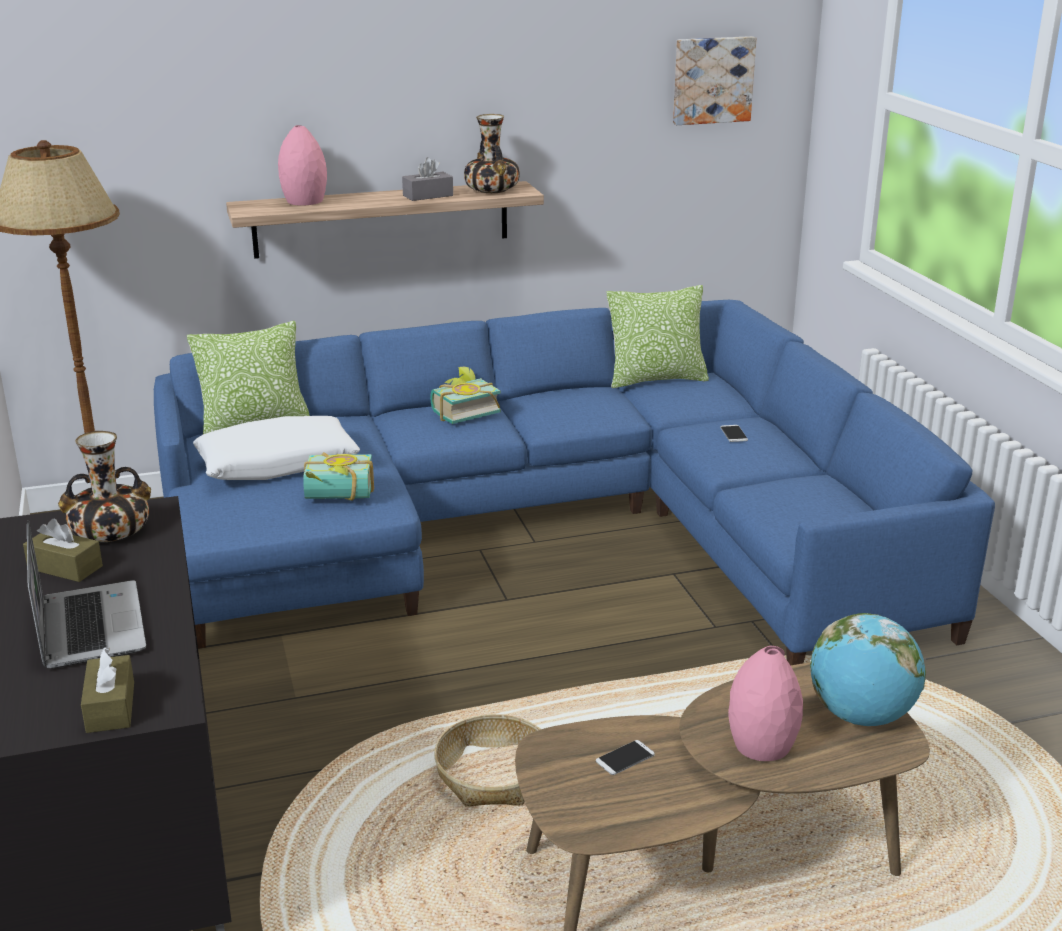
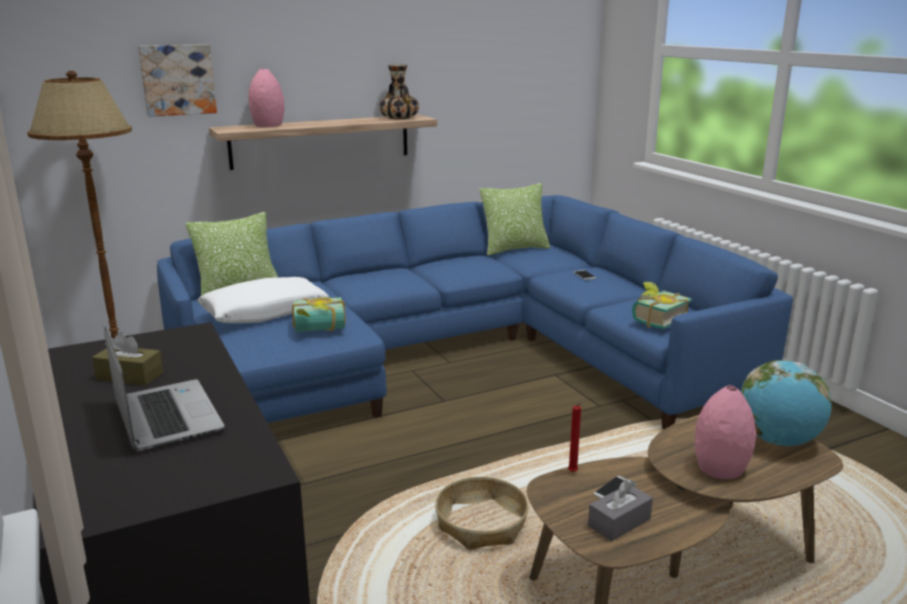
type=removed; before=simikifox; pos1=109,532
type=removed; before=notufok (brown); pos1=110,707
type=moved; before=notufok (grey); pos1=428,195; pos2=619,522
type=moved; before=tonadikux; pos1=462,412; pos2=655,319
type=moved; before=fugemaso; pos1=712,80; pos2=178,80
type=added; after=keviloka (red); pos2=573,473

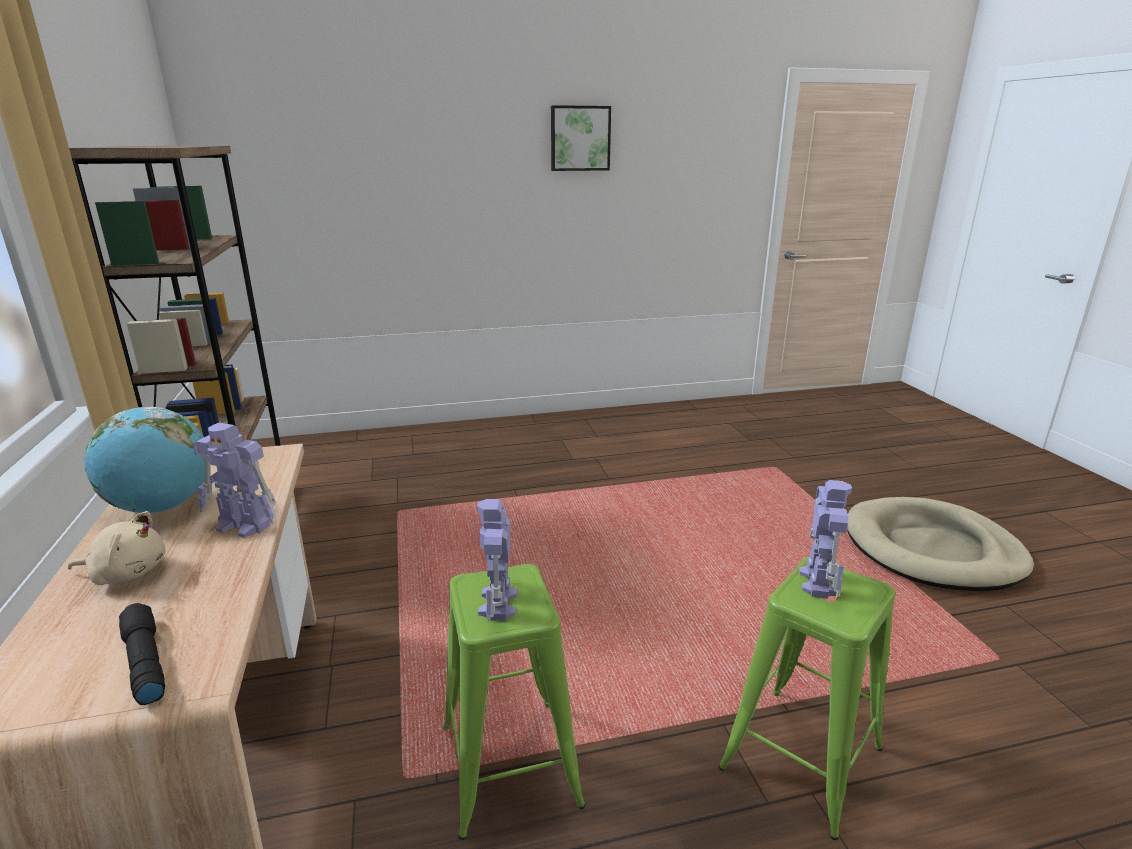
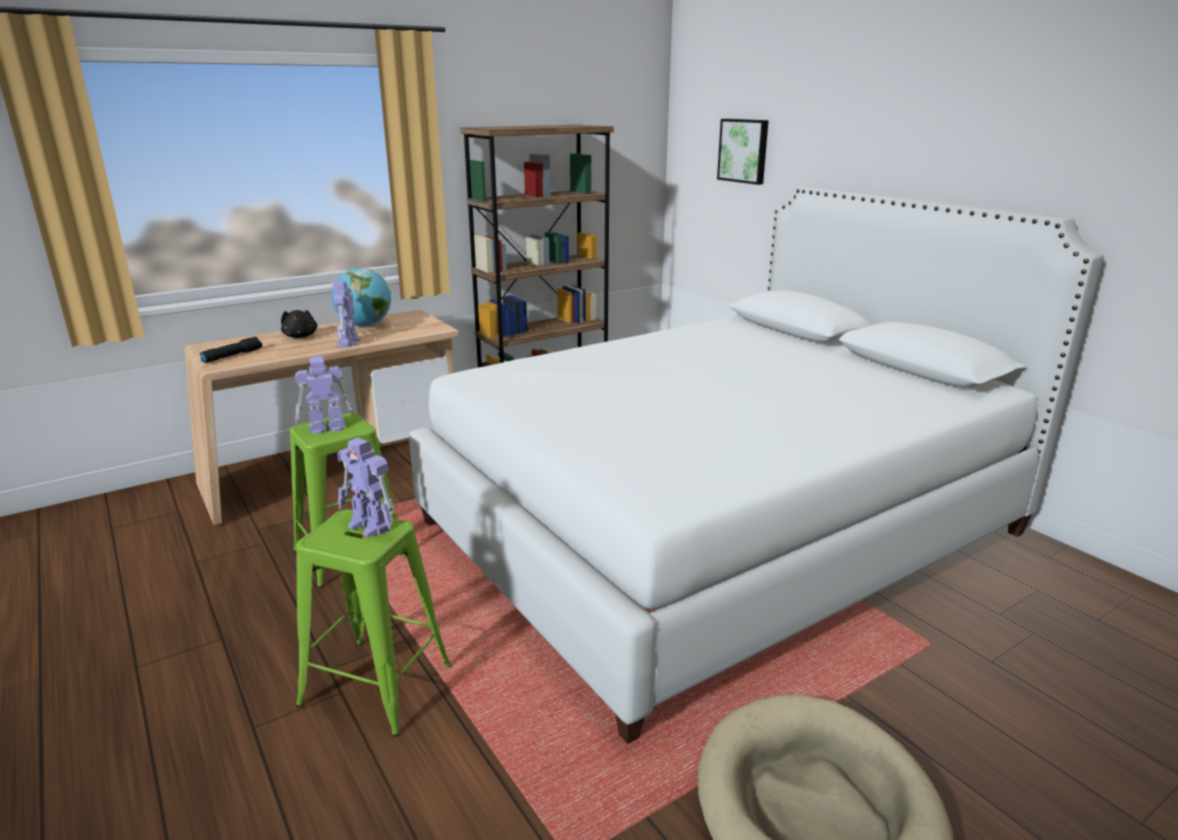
type=recoloured; before=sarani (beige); after=sarani (black); pos1=127,573; pos2=300,336
type=moved; before=fugemaso; pos1=580,138; pos2=744,151
type=turned; before=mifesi; pos1=818,581; pos2=371,526; turn=45
type=added; after=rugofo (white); pos2=720,528

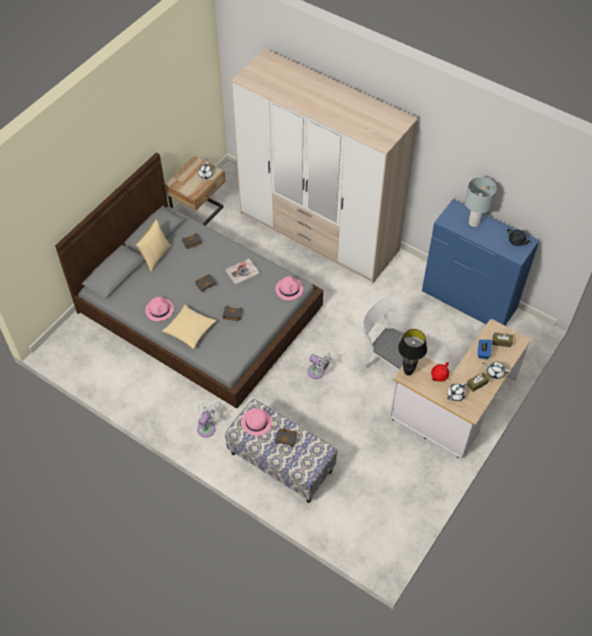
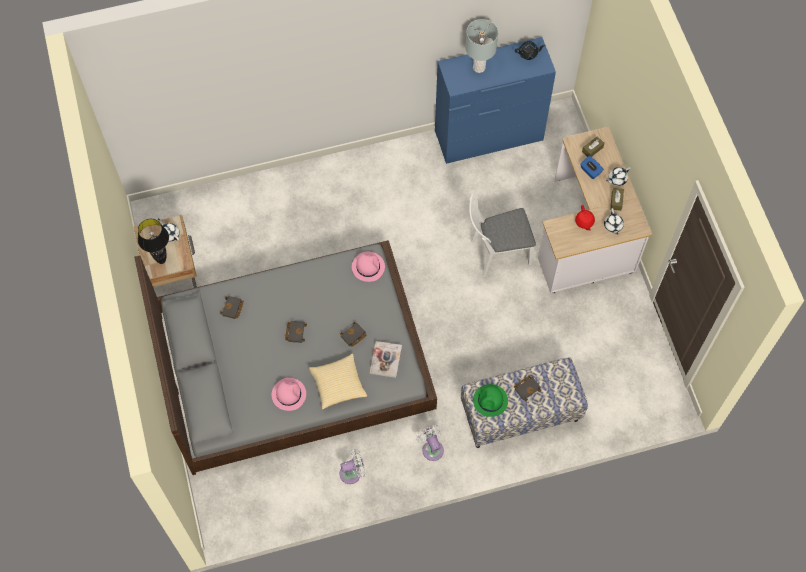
type=removed; before=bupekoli; pos1=155,256
type=moved; before=tonadikux; pos1=242,272; pos2=385,359
type=removed; before=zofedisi; pos1=318,232
type=recoloured; before=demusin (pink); after=demusin (green); pos1=256,422; pos2=490,401
type=moved; before=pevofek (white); pos1=318,372; pos2=352,473
type=moved; before=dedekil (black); pos1=408,372; pos2=161,260

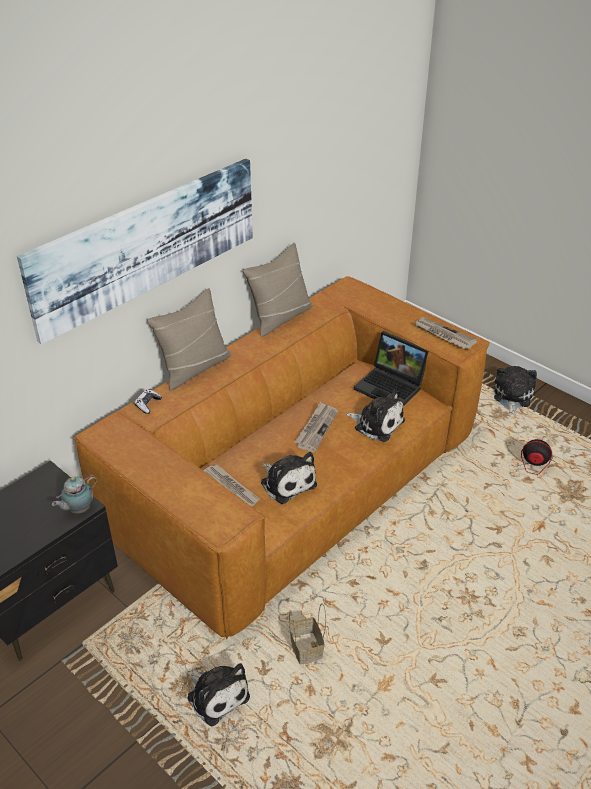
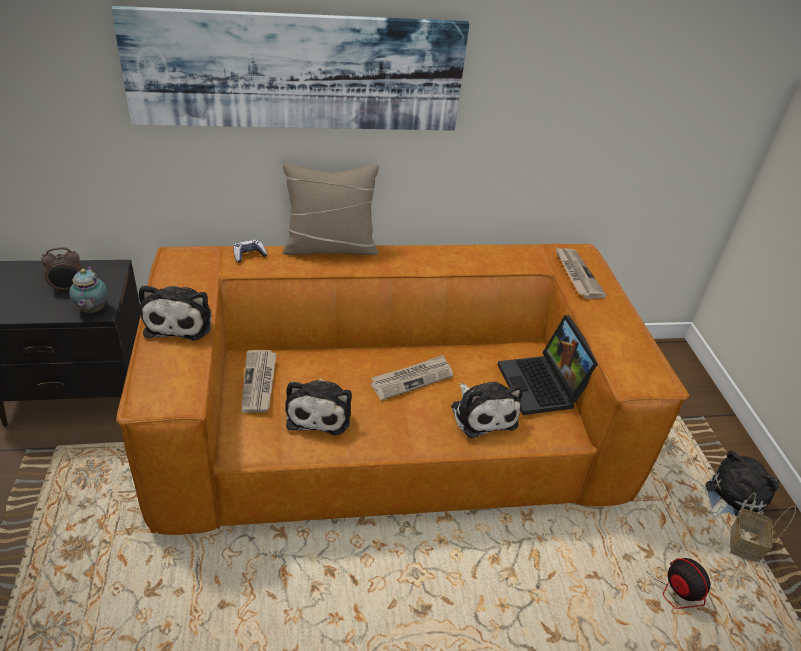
type=turned; before=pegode; pos1=78,509; pos2=92,310; turn=-90
type=moved; before=sarani; pos1=216,694; pos2=180,321
type=removed; before=bupekoli (beige); pos1=280,318
type=moved; before=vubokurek; pos1=307,649; pos2=745,545
type=moved; before=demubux; pos1=443,335; pos2=577,274
type=added; after=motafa; pos2=68,288

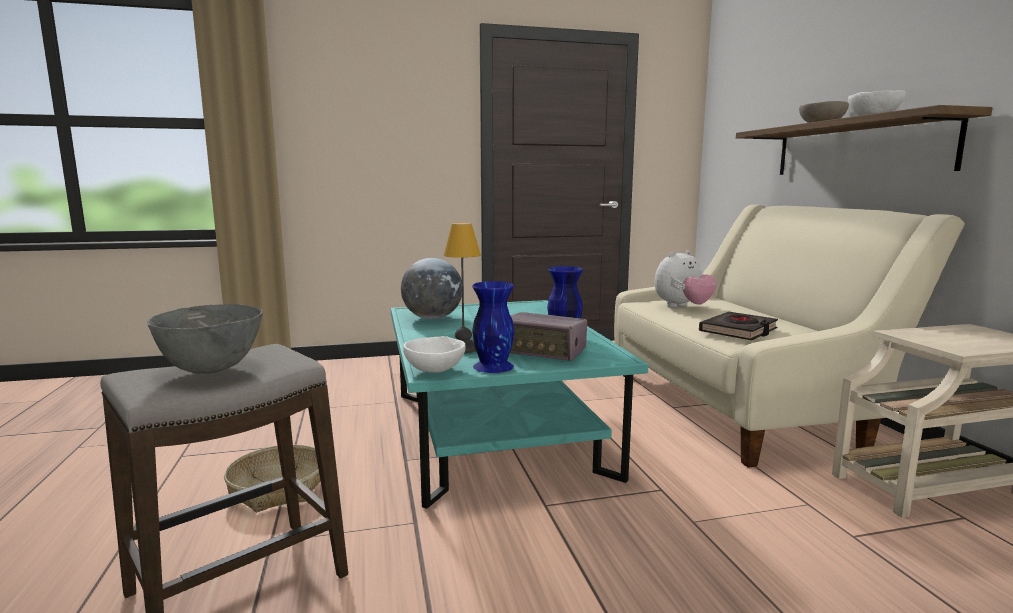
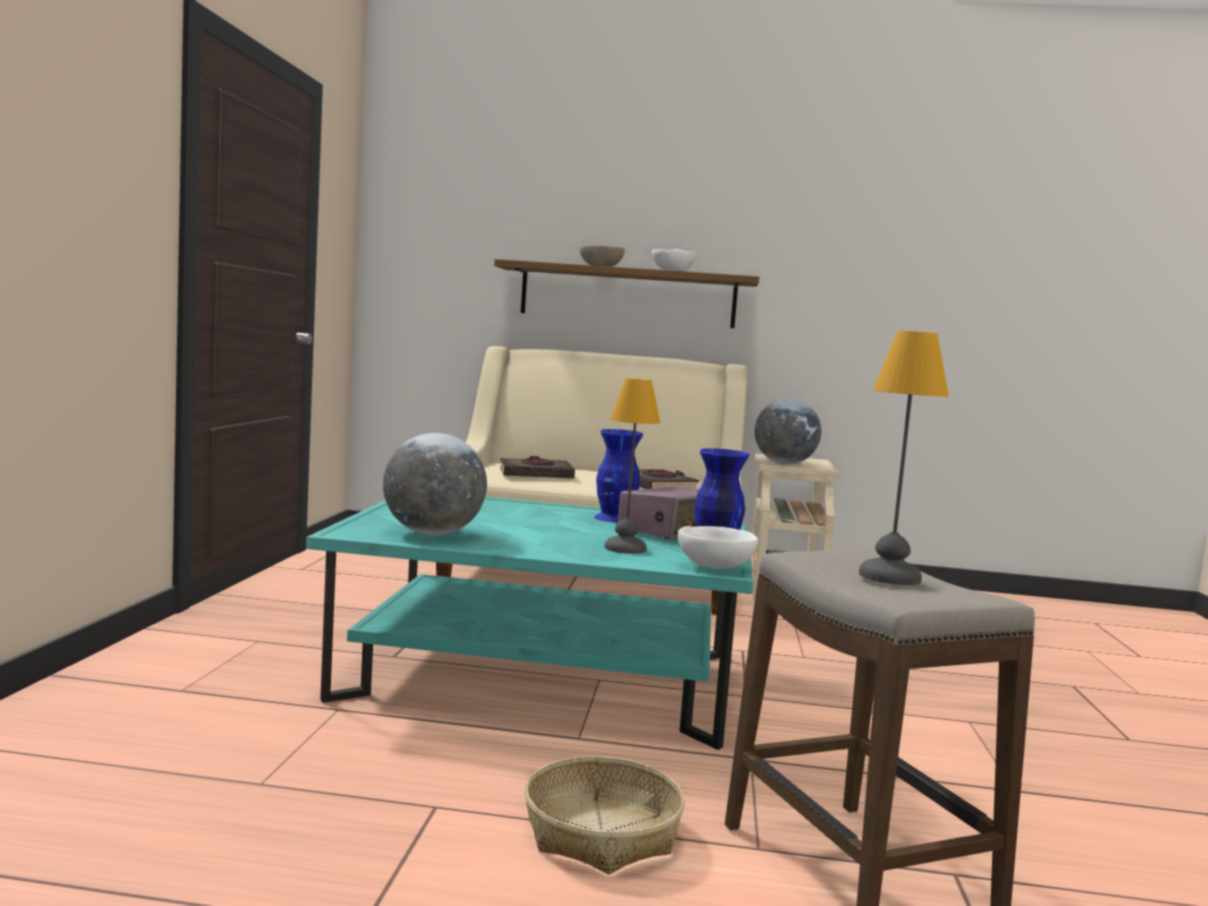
type=replaced; before=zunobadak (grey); after=dedekil; pos1=211,369; pos2=891,577
type=replaced; before=sarani; after=tonadikux (black); pos1=682,307; pos2=536,474
type=added; after=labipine; pos2=784,463

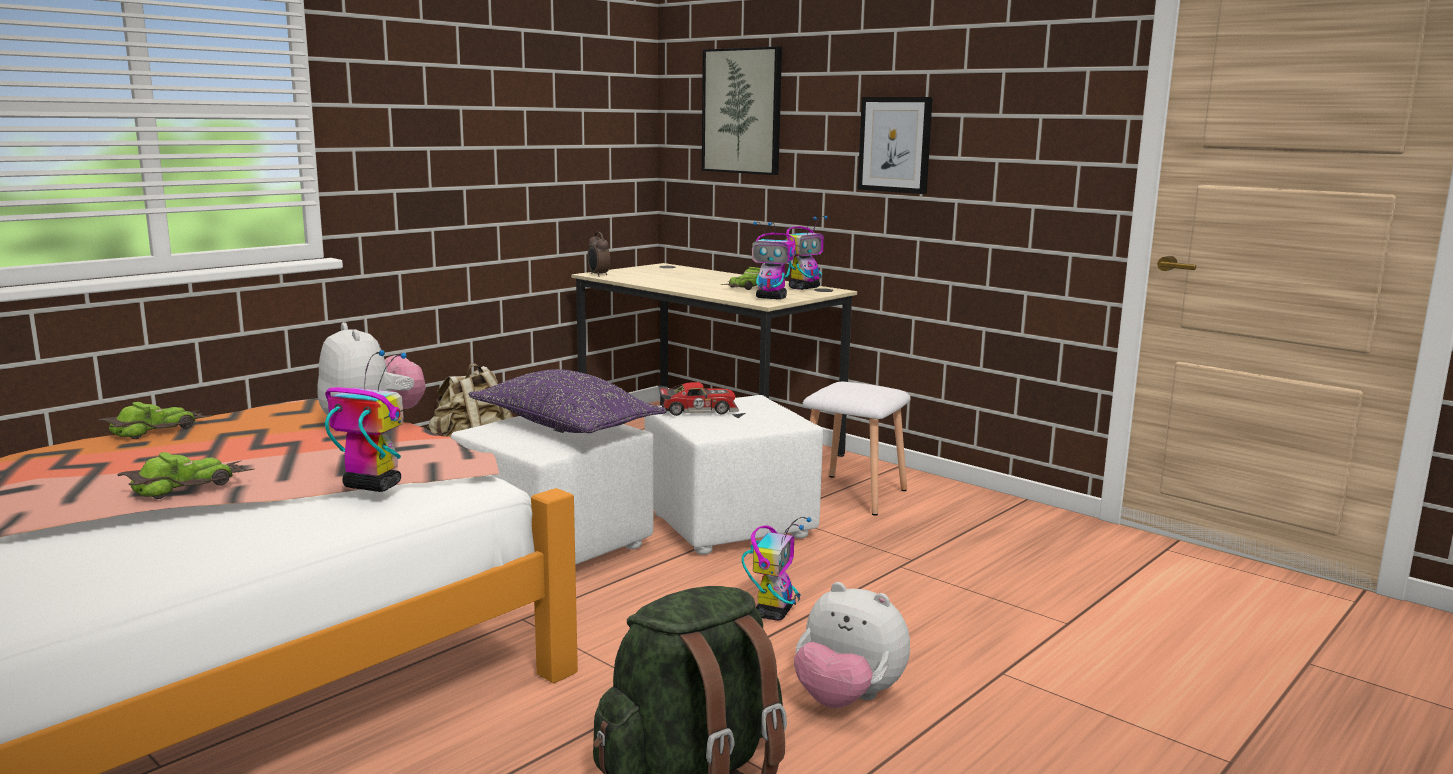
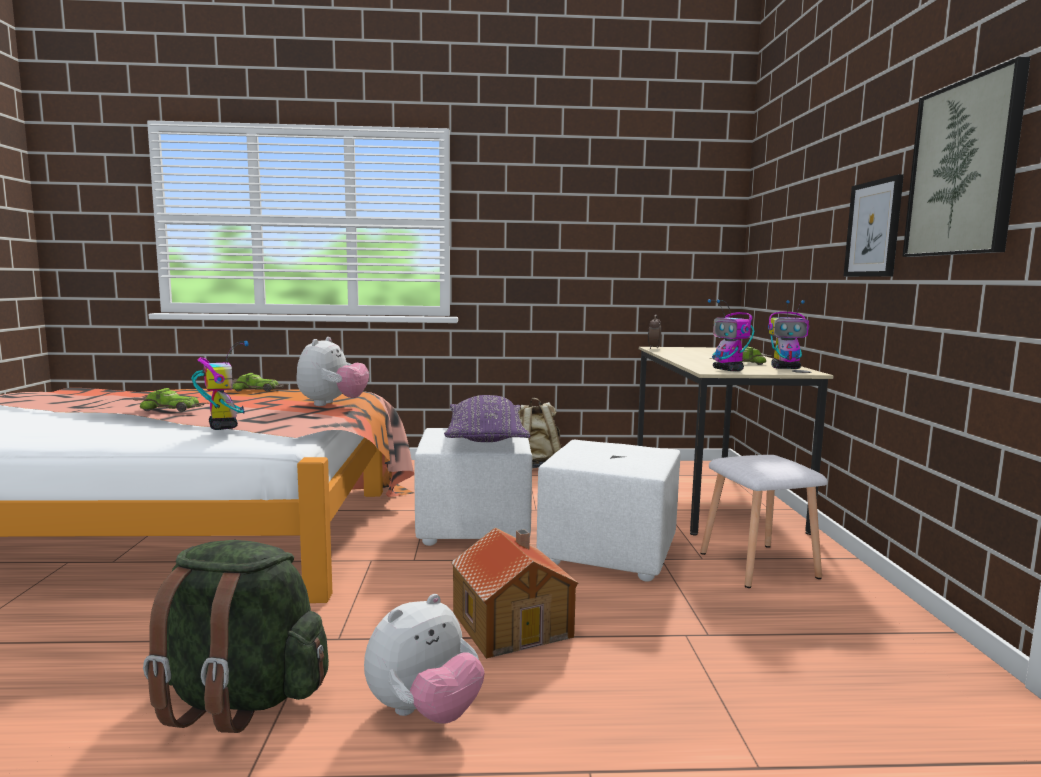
type=removed; before=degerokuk; pos1=697,409
type=moved; before=fugemaso; pos1=742,111; pos2=964,169
type=replaced; before=mifesi; after=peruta; pos1=774,612; pos2=513,623
type=turned; before=sarani; pos1=847,699; pos2=424,712; turn=-120

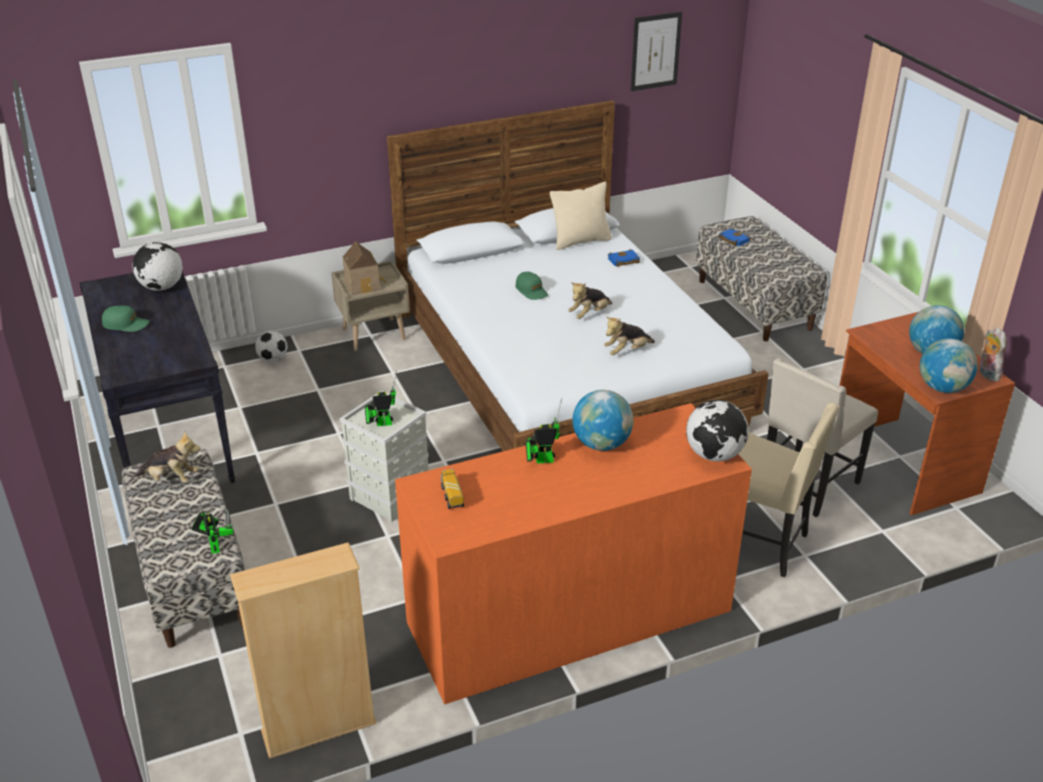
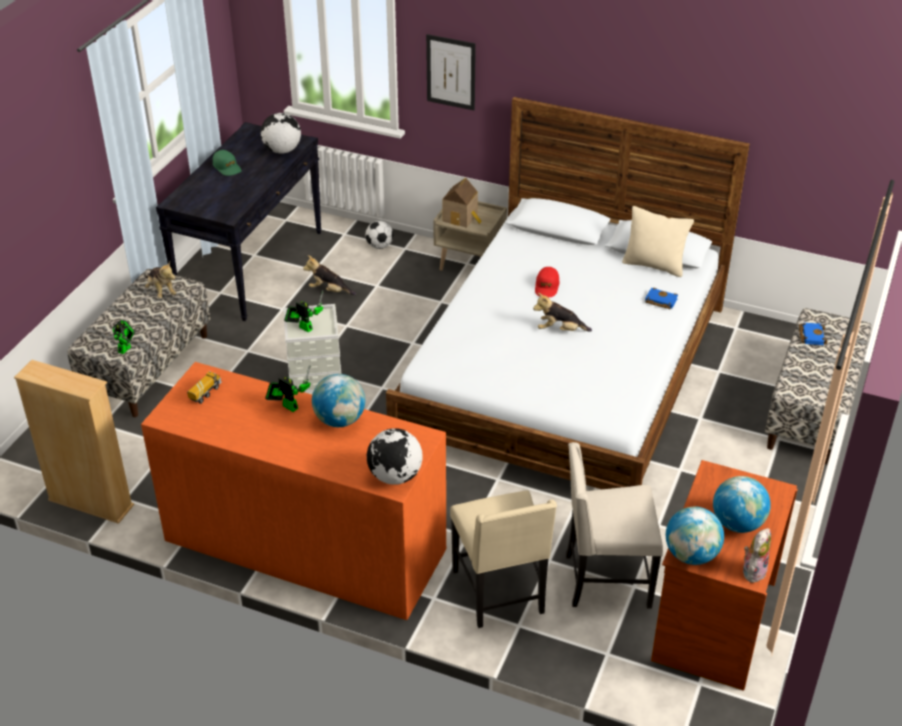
type=recoloured; before=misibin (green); after=misibin (red); pos1=531,291; pos2=547,286
type=moved; before=sarani; pos1=627,351; pos2=329,291
type=moved; before=fugemaso; pos1=655,51; pos2=451,72

